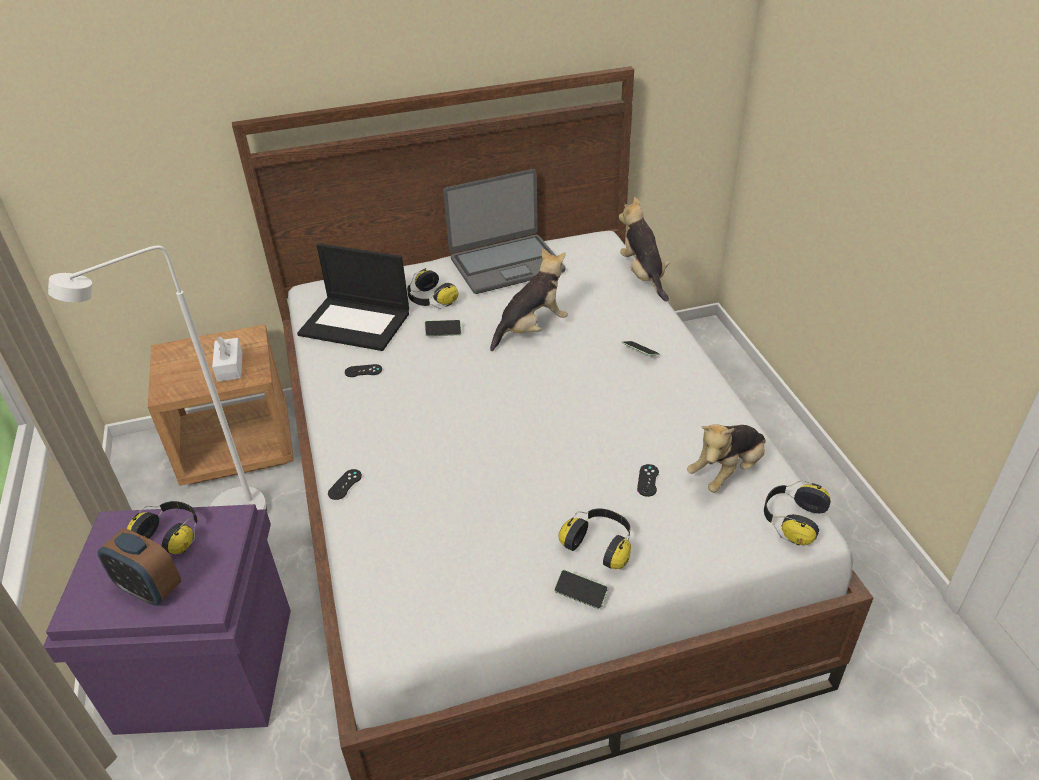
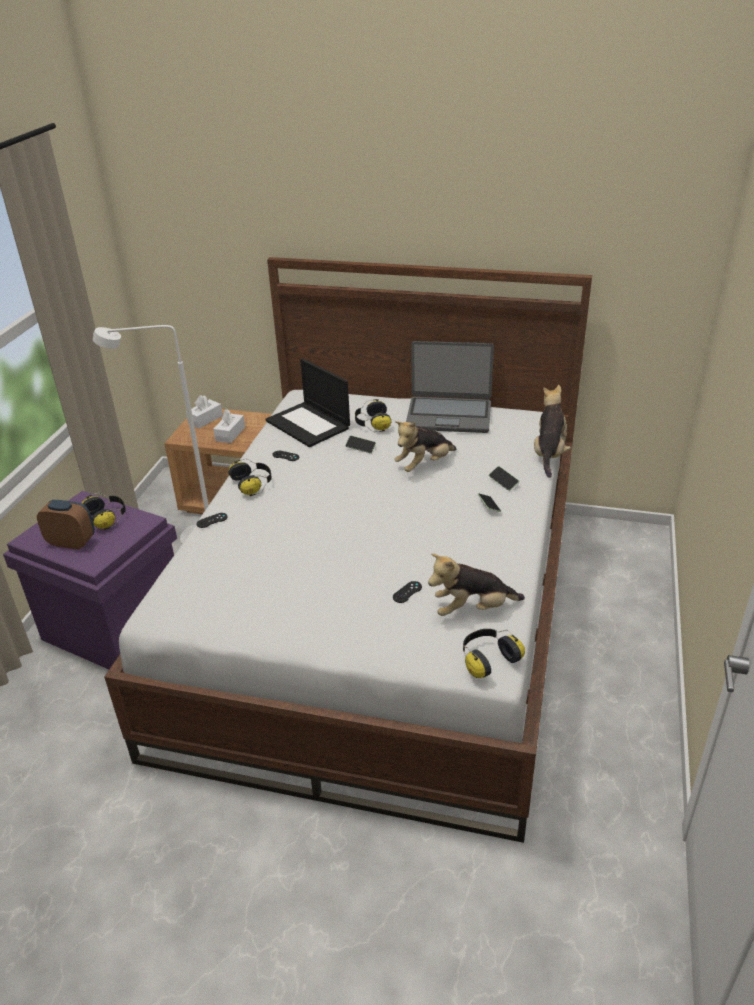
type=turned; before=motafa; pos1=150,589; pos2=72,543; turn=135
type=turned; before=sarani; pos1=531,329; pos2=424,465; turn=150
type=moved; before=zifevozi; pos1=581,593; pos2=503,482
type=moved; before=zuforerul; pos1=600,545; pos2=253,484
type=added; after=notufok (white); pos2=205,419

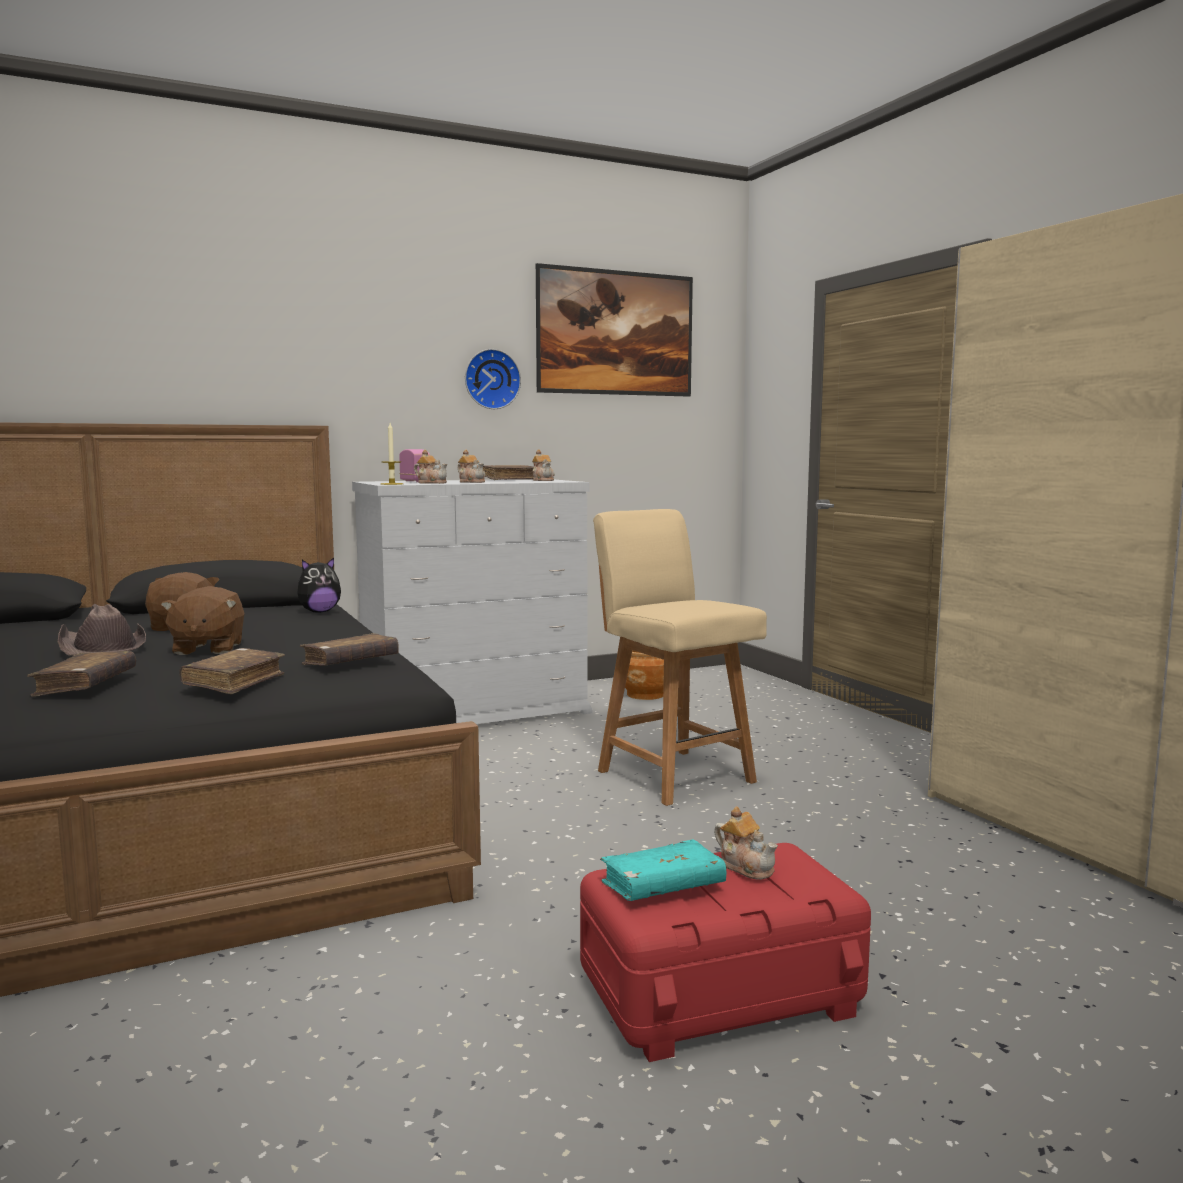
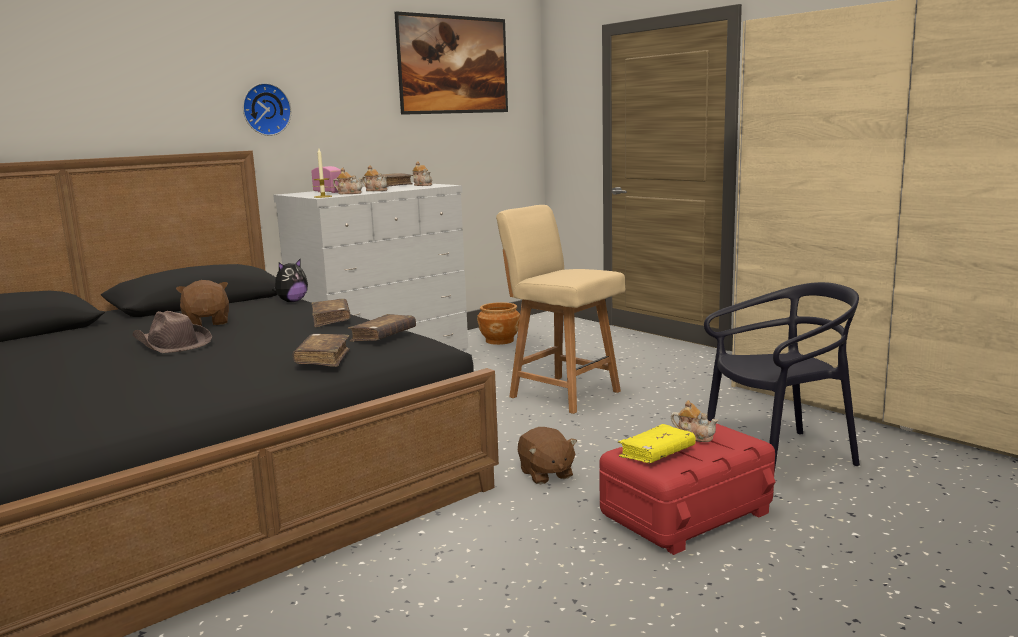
type=moved; before=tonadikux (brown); pos1=85,685; pos2=331,319
type=moved; before=sarani (brown); pos1=207,649; pos2=545,474
type=moved; before=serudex; pos1=491,379; pos2=265,109
type=recoloured; before=tonadikux (turquoise); after=tonadikux (yellow); pos1=663,886; pos2=657,454
type=added; after=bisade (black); pos2=779,457

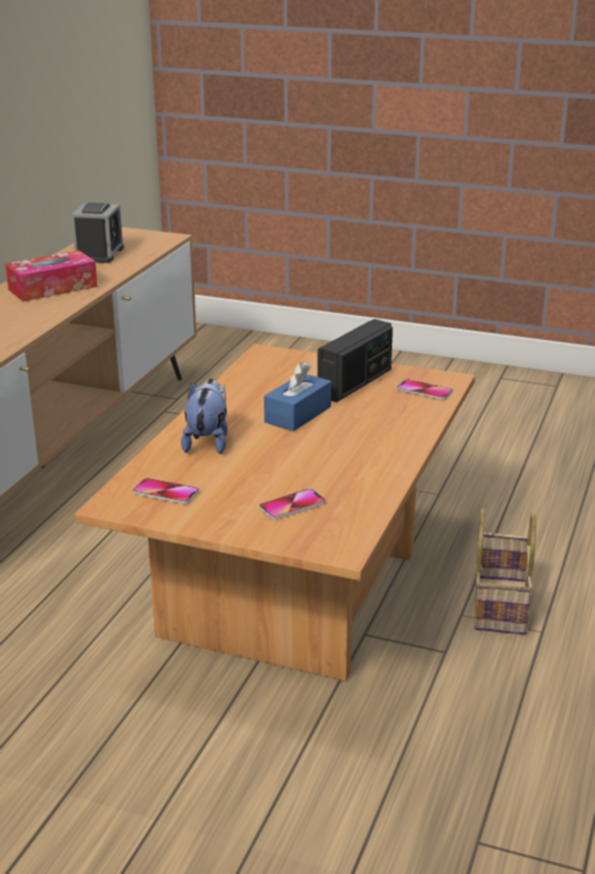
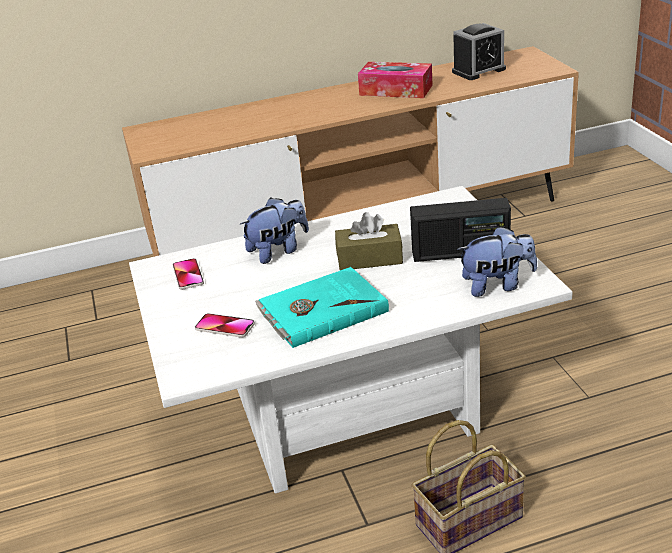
type=recoloured; before=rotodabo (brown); after=rotodabo (white); pos1=298,597; pos2=350,412
type=recoloured; before=notufok (blue); after=notufok (brown); pos1=298,414; pos2=369,258
type=replaced; before=zifevozi; after=sarani; pos1=424,391; pos2=497,285
type=added; after=tonadikux (turquoise); pos2=321,310

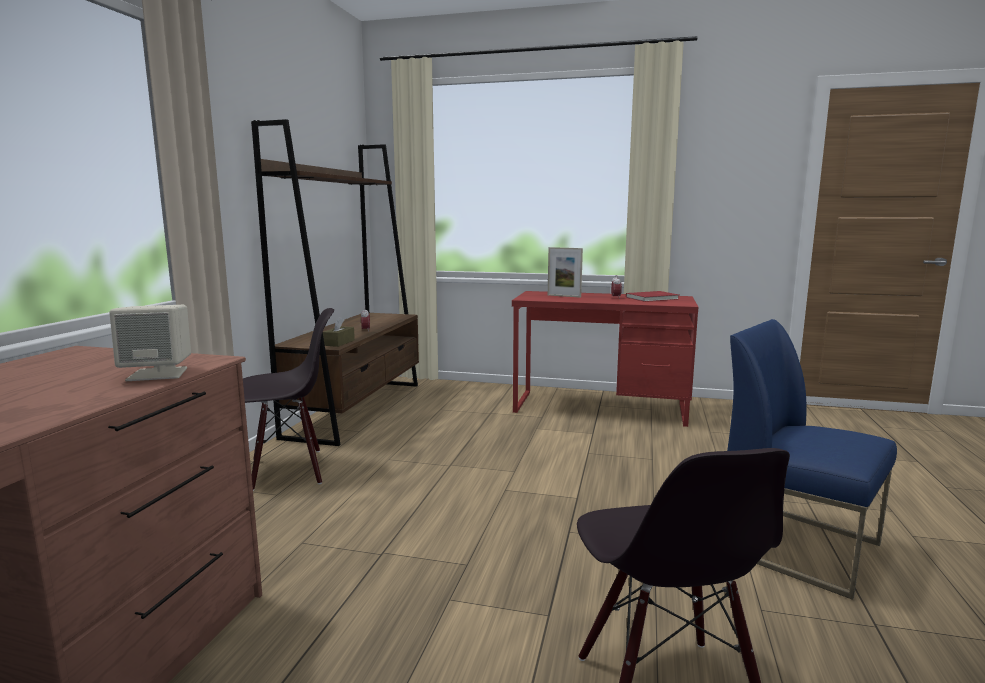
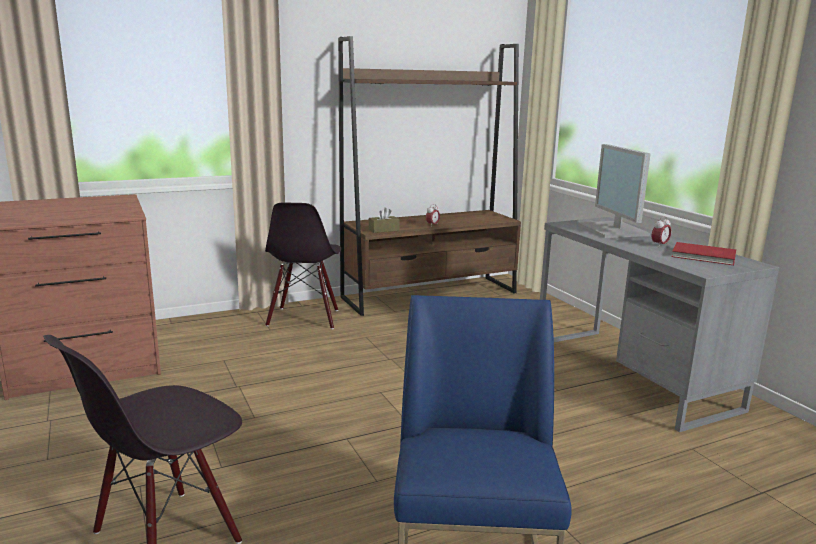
type=removed; before=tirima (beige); pos1=158,374
type=turned; before=bisade (black); pos1=287,470; pos2=304,318; turn=60
type=recoloured; before=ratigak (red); after=ratigak (grey); pos1=600,408; pos2=630,374
type=replaced; before=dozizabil; after=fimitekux; pos1=564,296; pos2=614,230

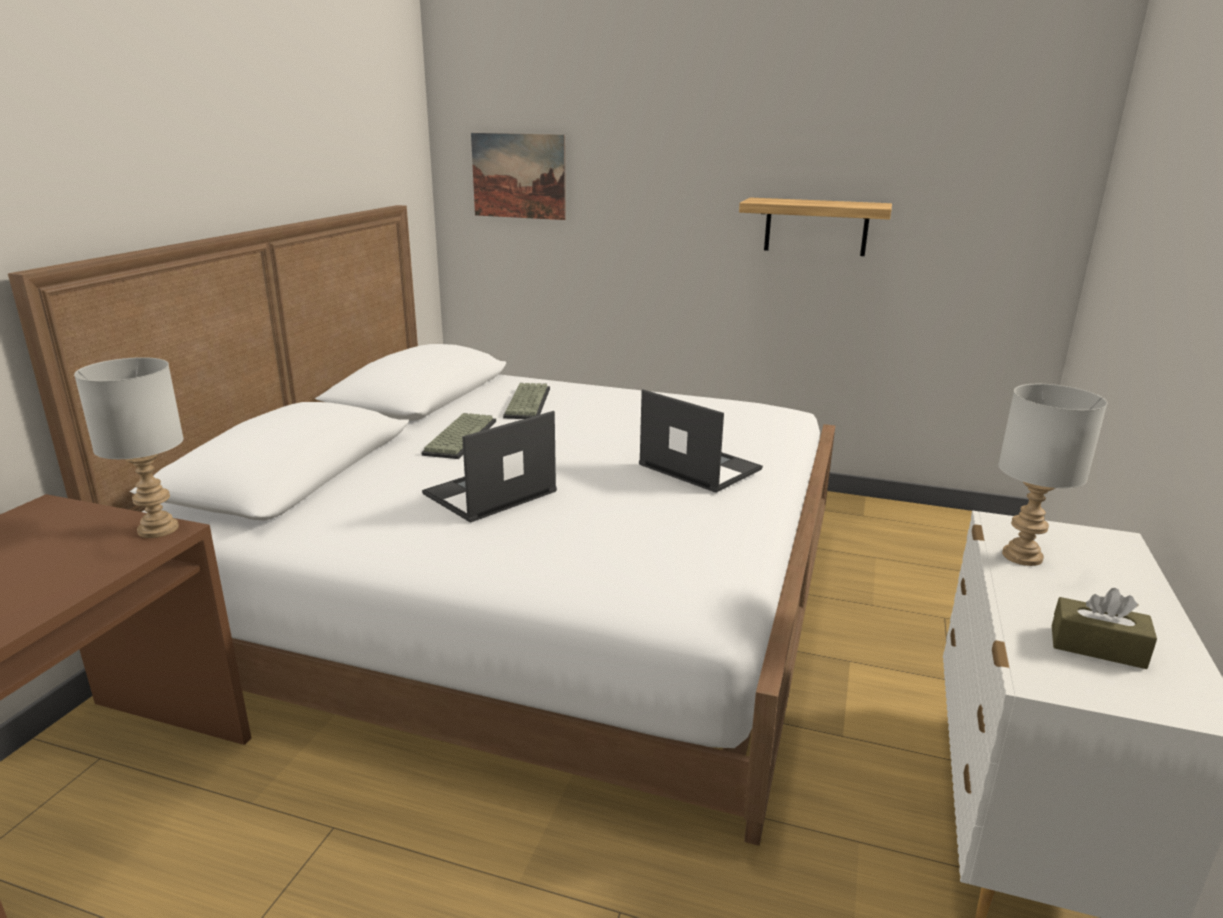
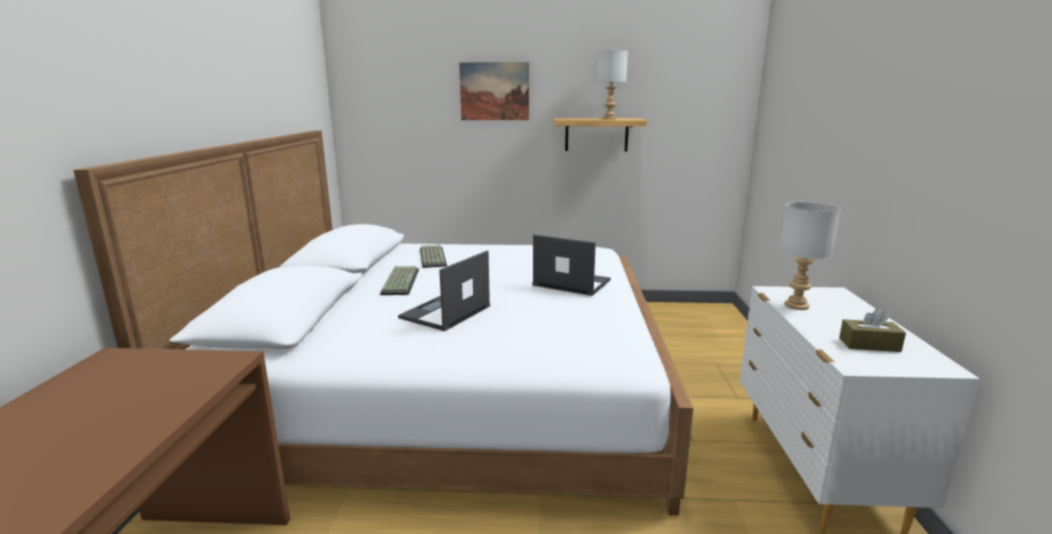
type=moved; before=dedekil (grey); pos1=157,529; pos2=608,118
type=moved; before=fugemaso; pos1=519,176; pos2=494,91

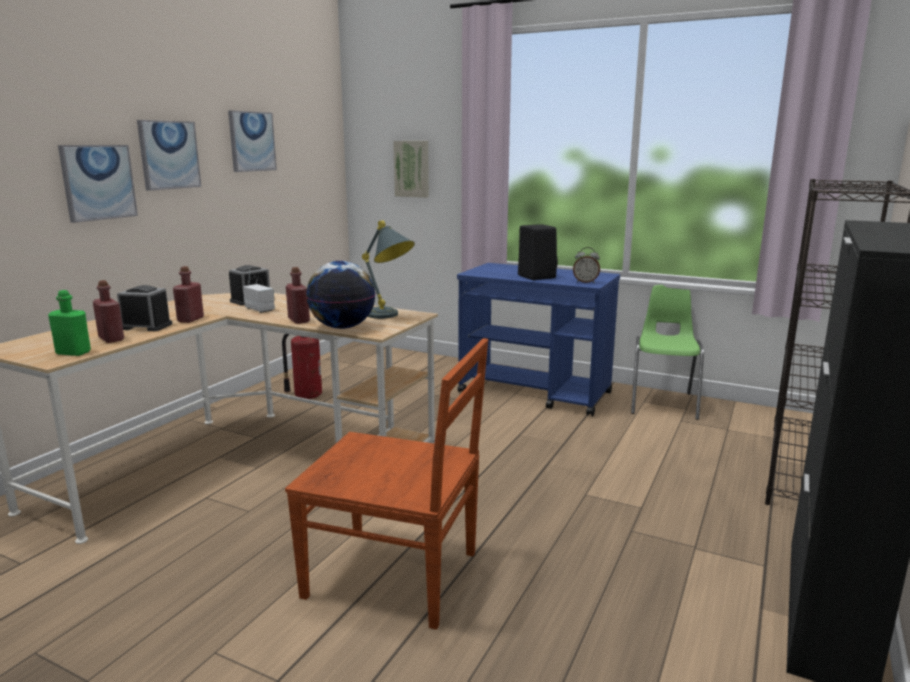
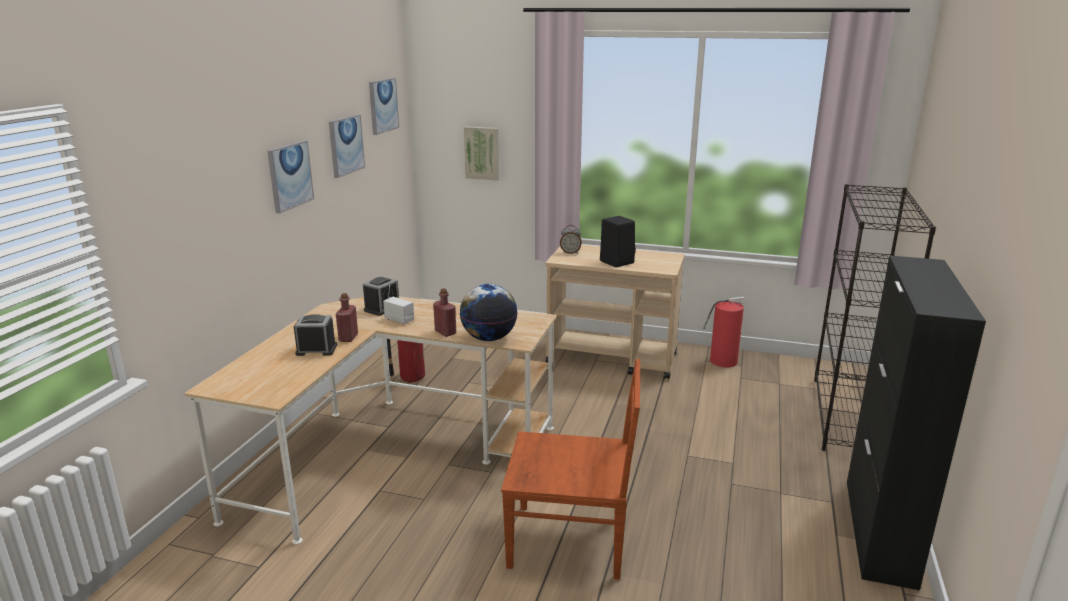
type=removed; before=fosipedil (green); pos1=73,352
type=moved; before=fugemaso; pos1=98,182; pos2=383,105
type=removed; before=fosipedil (red); pos1=111,339
type=removed; before=dedekil (grey); pos1=389,317
type=recoloured; before=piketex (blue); after=piketex (beige); pos1=535,393; pos2=613,358
type=moved; before=motafa; pos1=585,282; pos2=570,252
type=replaced; before=bisade (green); after=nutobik; pos1=663,403; pos2=722,361

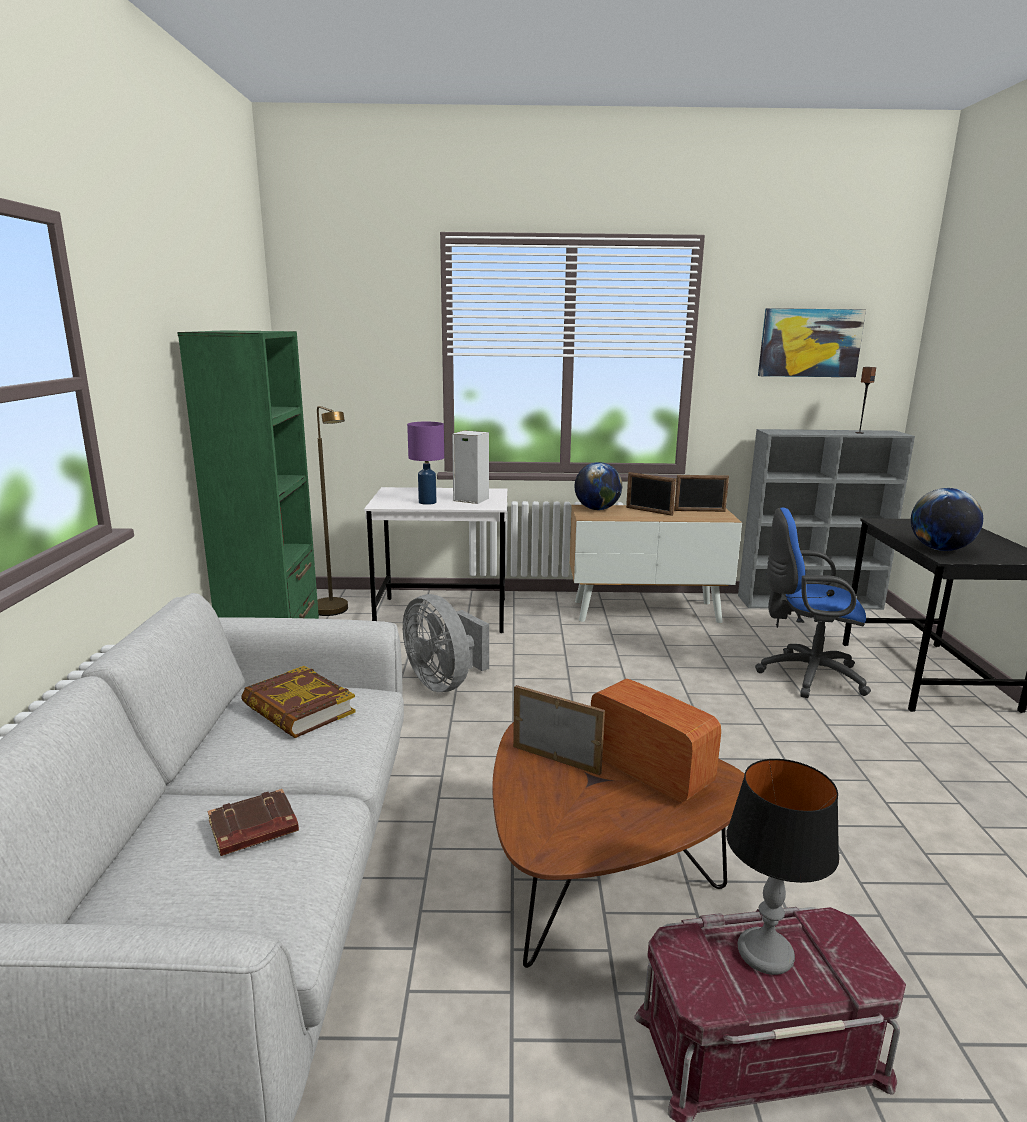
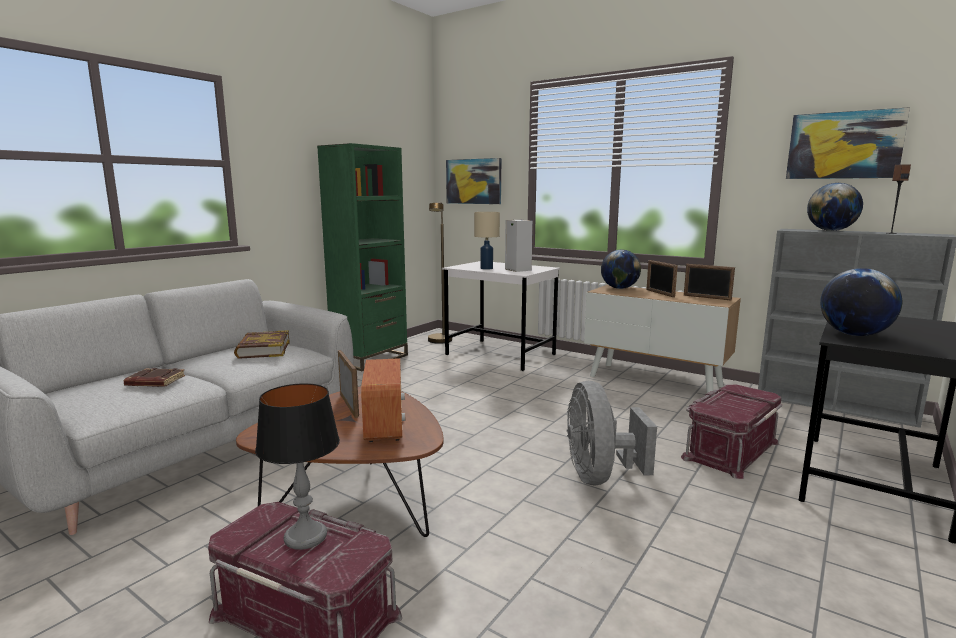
type=moved; before=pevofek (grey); pos1=444,682; pos2=599,476
type=recoloured; before=dedekil (purple); after=dedekil (beige); pos1=427,502; pos2=486,268
type=replaced; before=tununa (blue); after=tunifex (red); pos1=805,675; pos2=729,449
type=added; after=fugemaso; pos2=473,181
type=added; after=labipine; pos2=831,230

